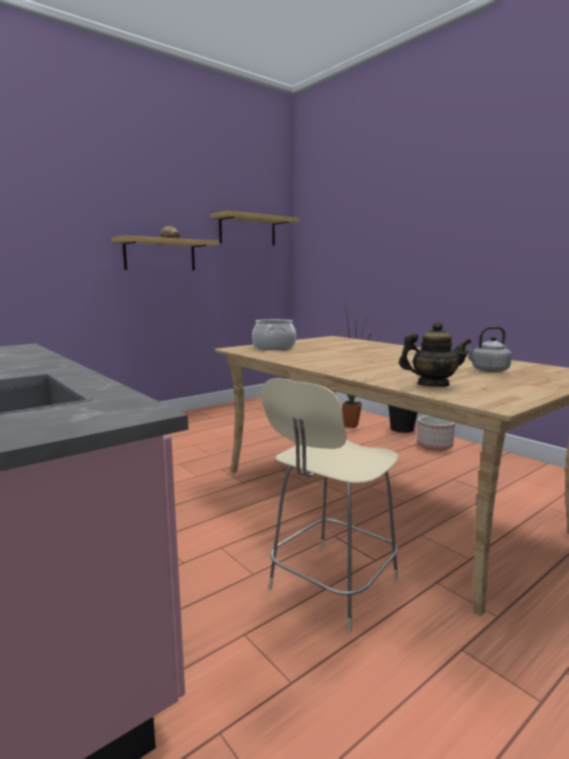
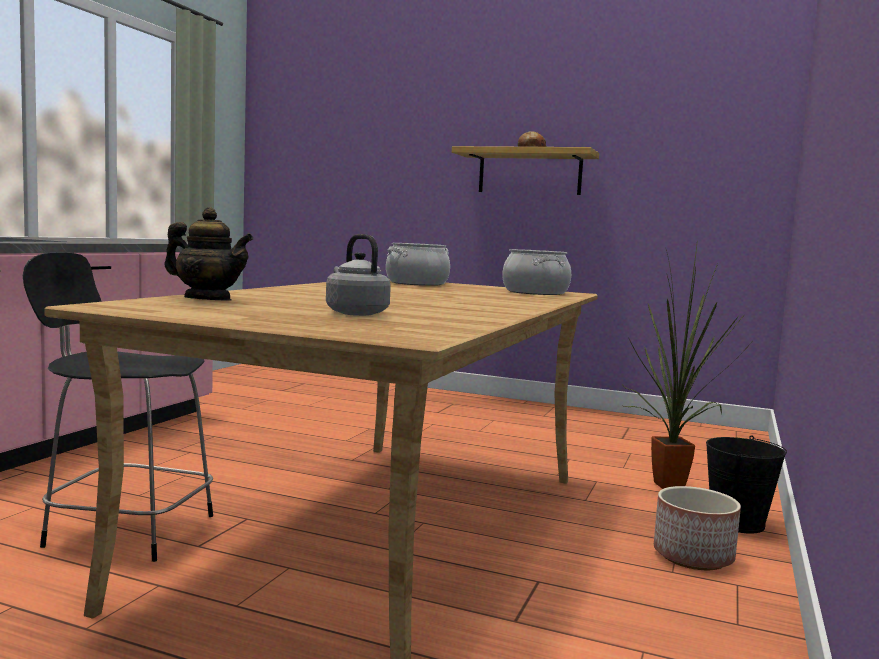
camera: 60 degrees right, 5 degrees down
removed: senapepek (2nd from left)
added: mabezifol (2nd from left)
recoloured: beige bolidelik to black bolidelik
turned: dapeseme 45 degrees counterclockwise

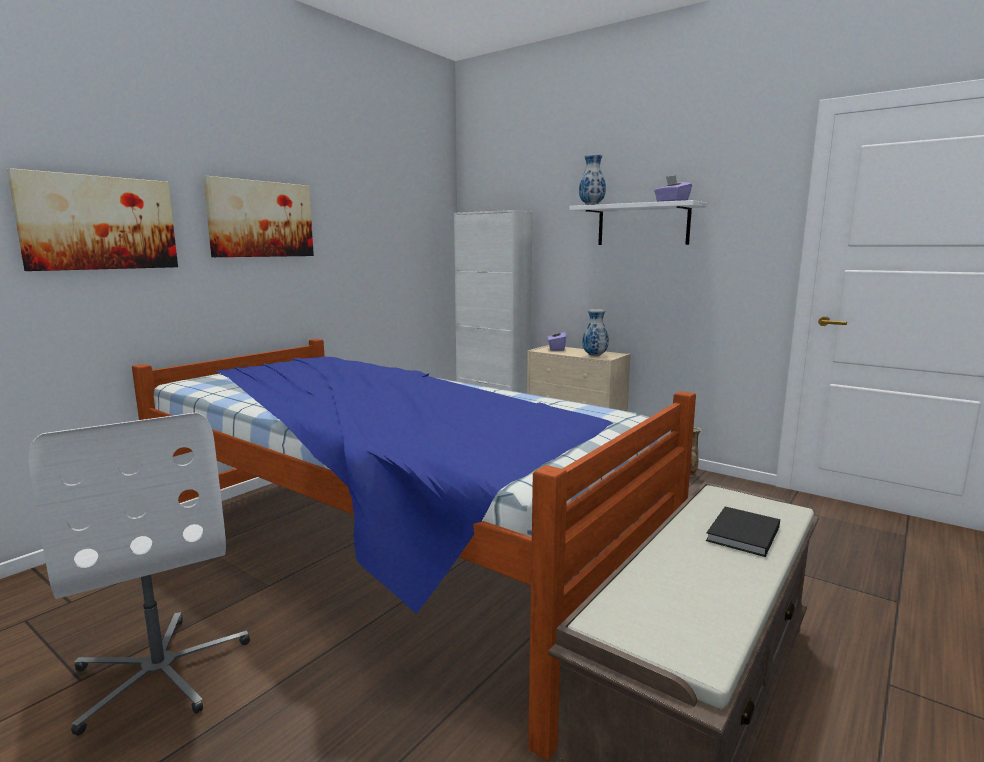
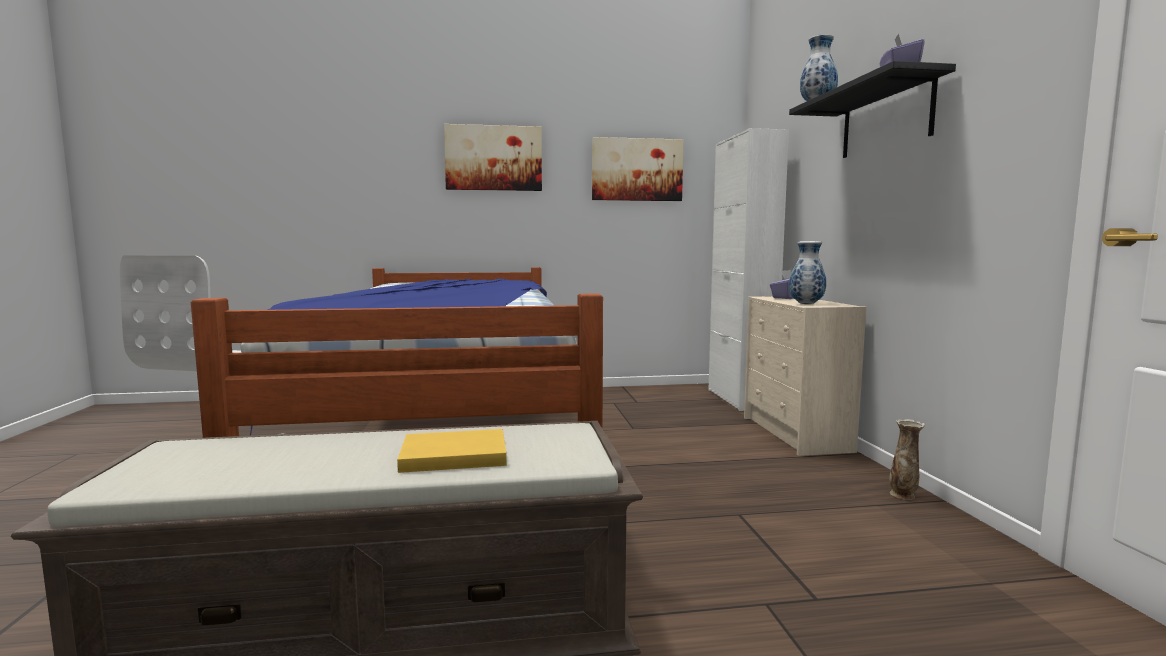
camera: 45 degrees right, 5 degrees down
moved: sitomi (1st from left in the first image) to sitomi (2nd from left)
recoloured: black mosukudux to yellow mosukudux; white senapepek to black senapepek

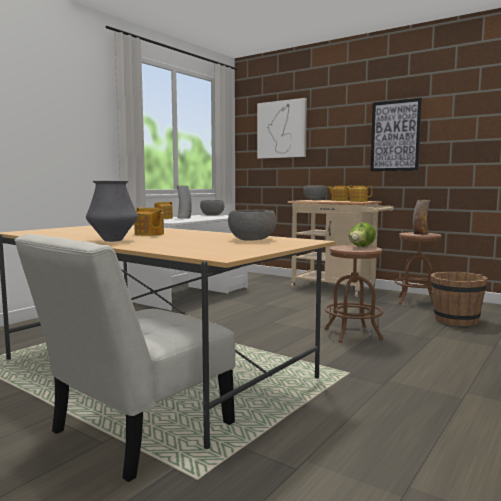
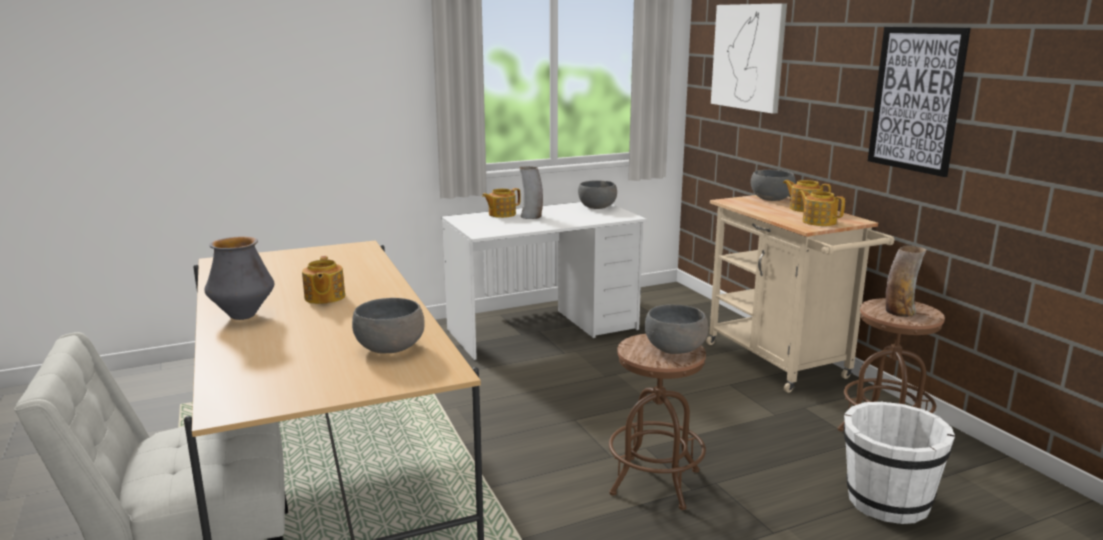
camera: 30 degrees right, 10 degrees up
replaced: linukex to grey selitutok (3rd from left)
recoloured: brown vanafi to white vanafi

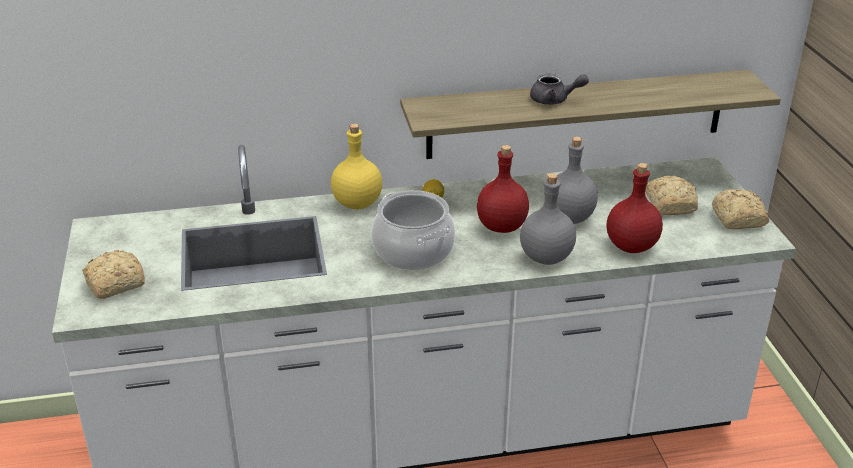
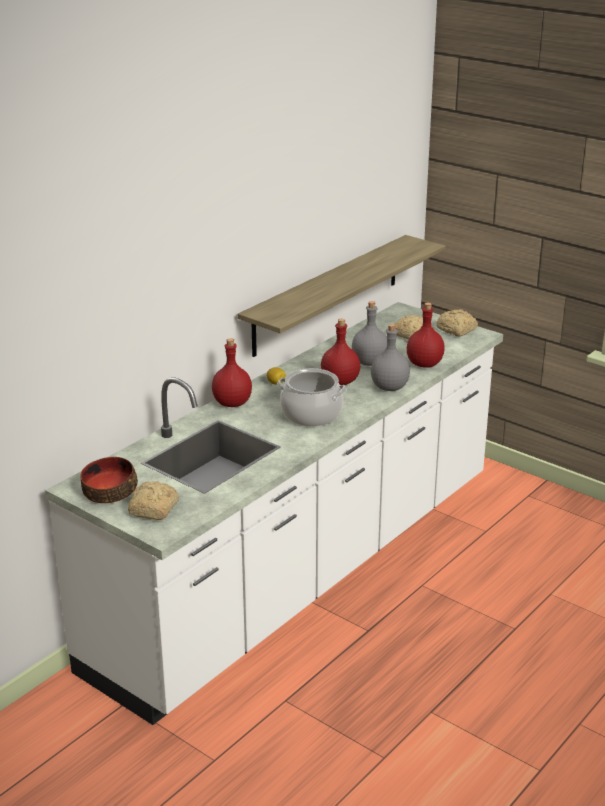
camera: 40 degrees left, 5 degrees down
removed: grey dapeseme
added: selitutok
recoloured: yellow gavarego to red gavarego (1st from left)

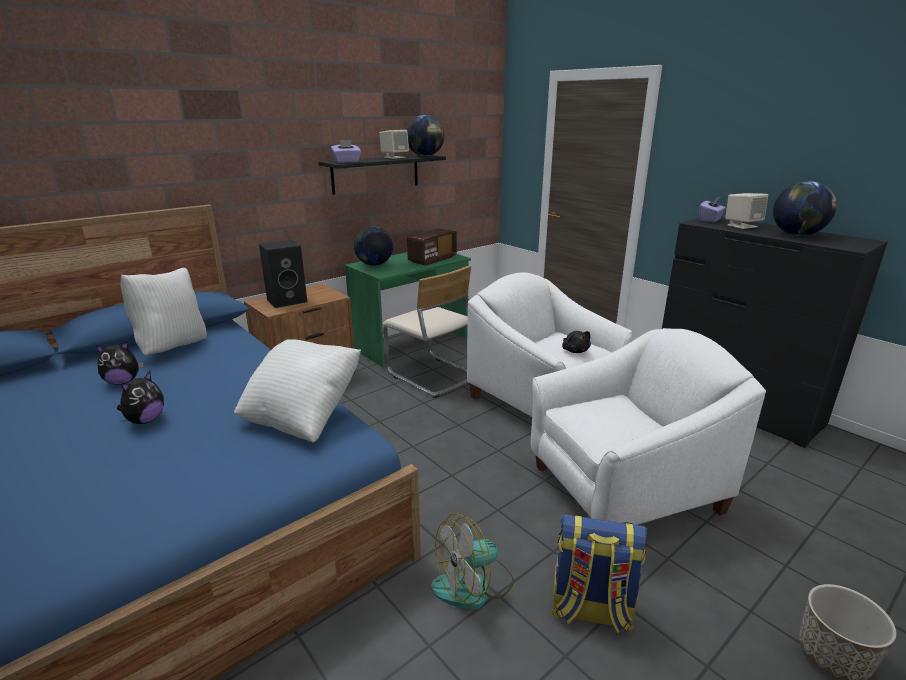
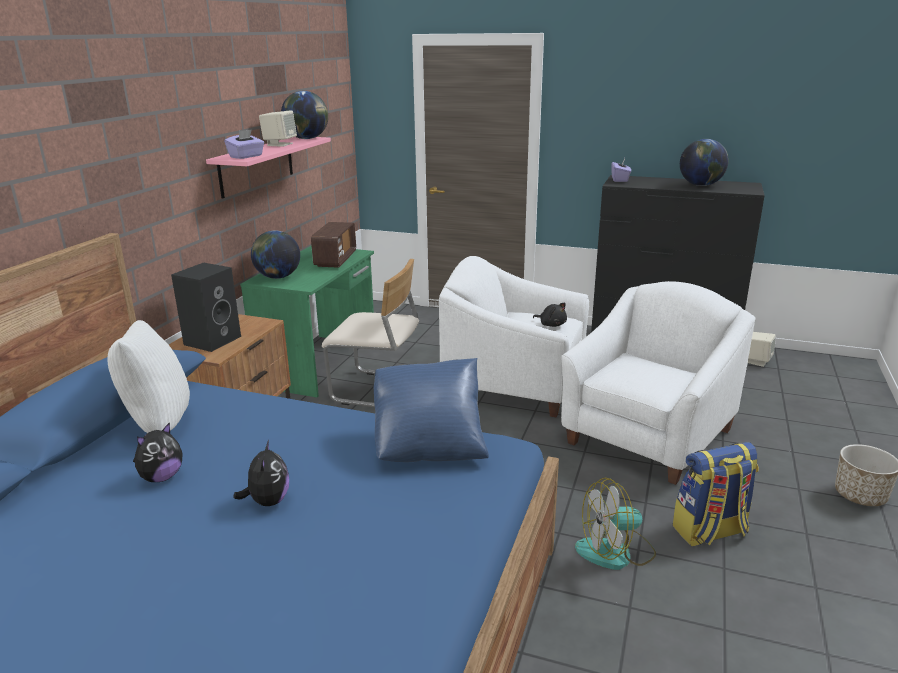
camera: 30 degrees left, 0 degrees up
moved: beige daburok (2nd from left)
recoloured: black senapepek to pink senapepek; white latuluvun (2nd from left) to blue latuluvun
turned: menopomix 45 degrees clockwise

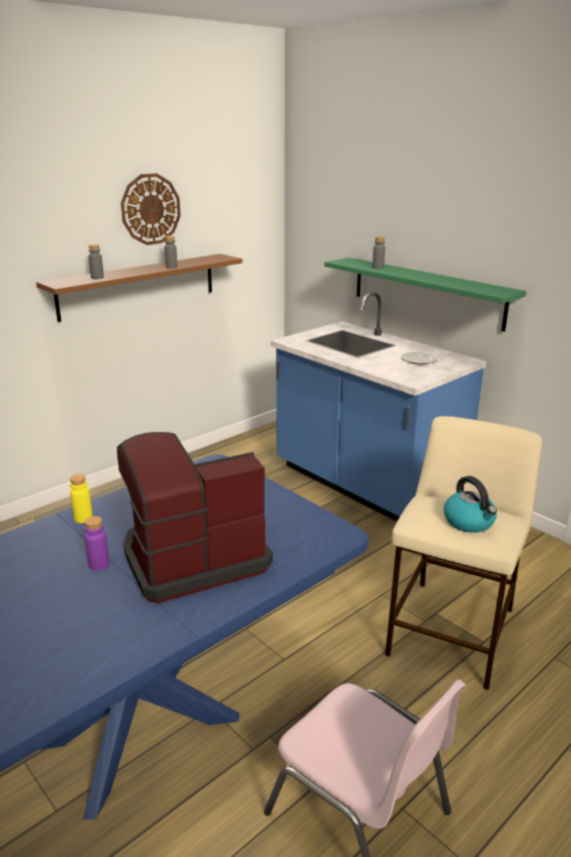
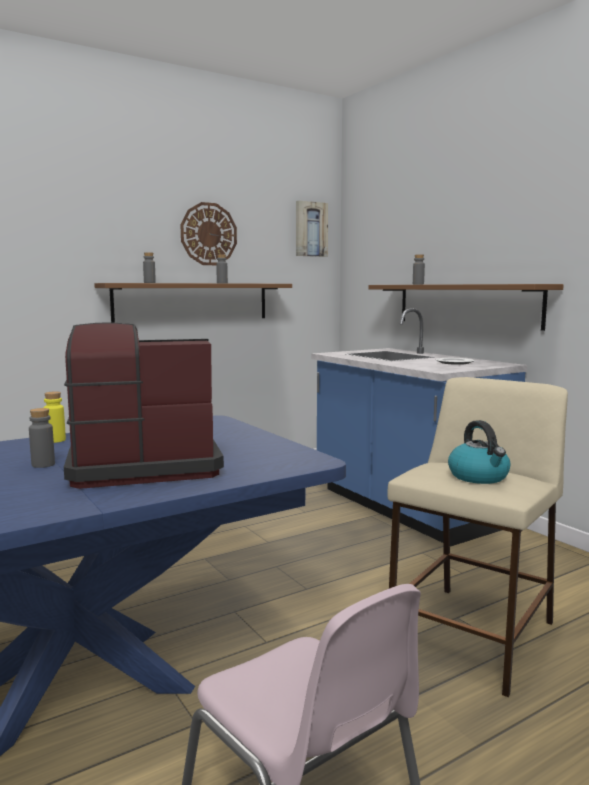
camera: 10 degrees right, 15 degrees down
added: sitomi
recoloured: purple gavarego to grey gavarego (1st from left); green senapepek to brown senapepek (2nd from left)

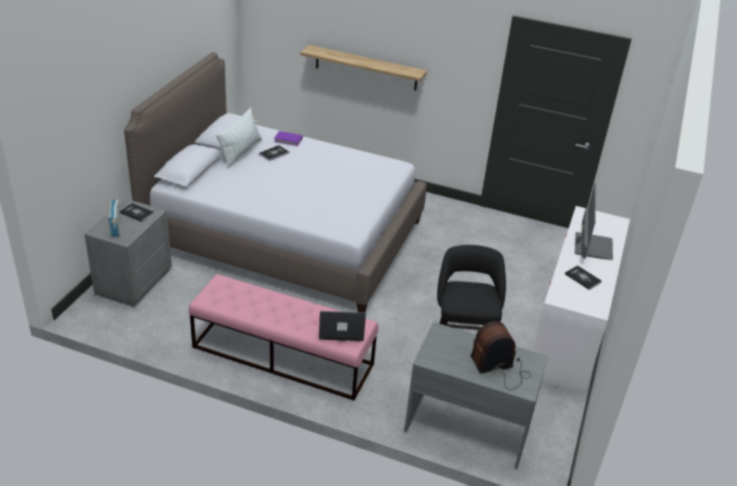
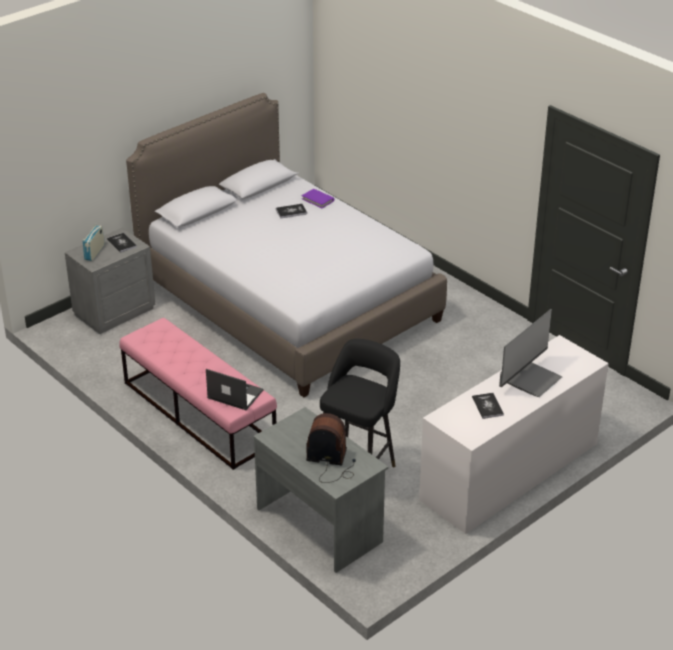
camera: 30 degrees right, 0 degrees up
removed: latuluvun; senapepek

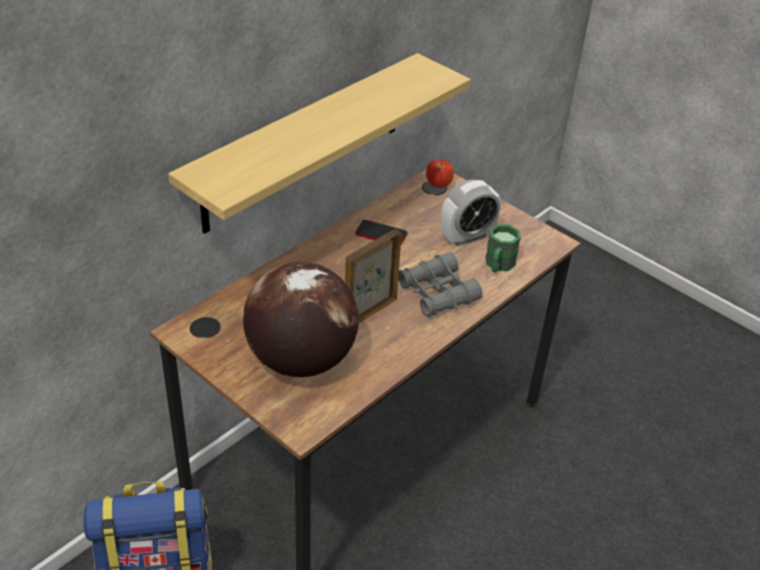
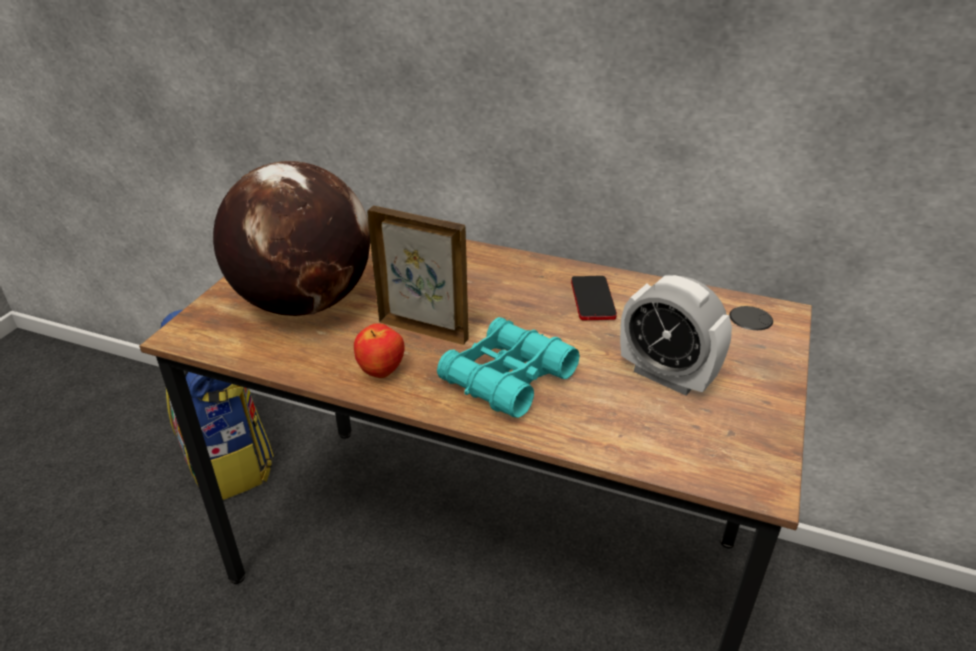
camera: 70 degrees right, 5 degrees down
removed: senapepek; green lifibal
moved: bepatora
recoloured: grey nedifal to turquoise nedifal

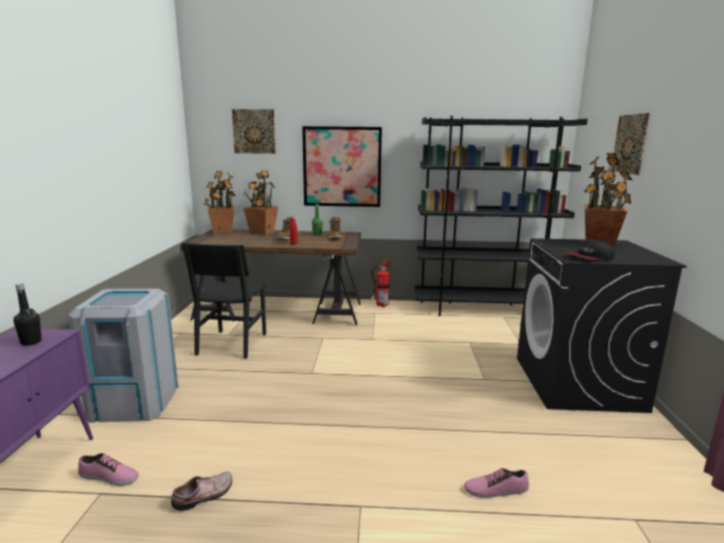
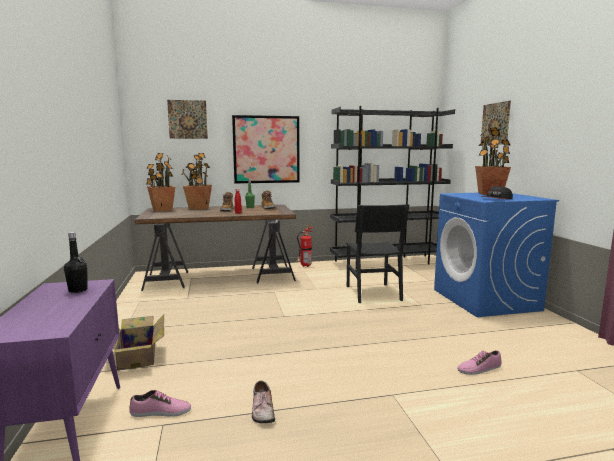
camera: 15 degrees left, 5 degrees down
moved: black bolidelik
replaced: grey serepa to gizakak
recoloured: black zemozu to blue zemozu
turned: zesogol (2nd from left) 135 degrees clockwise

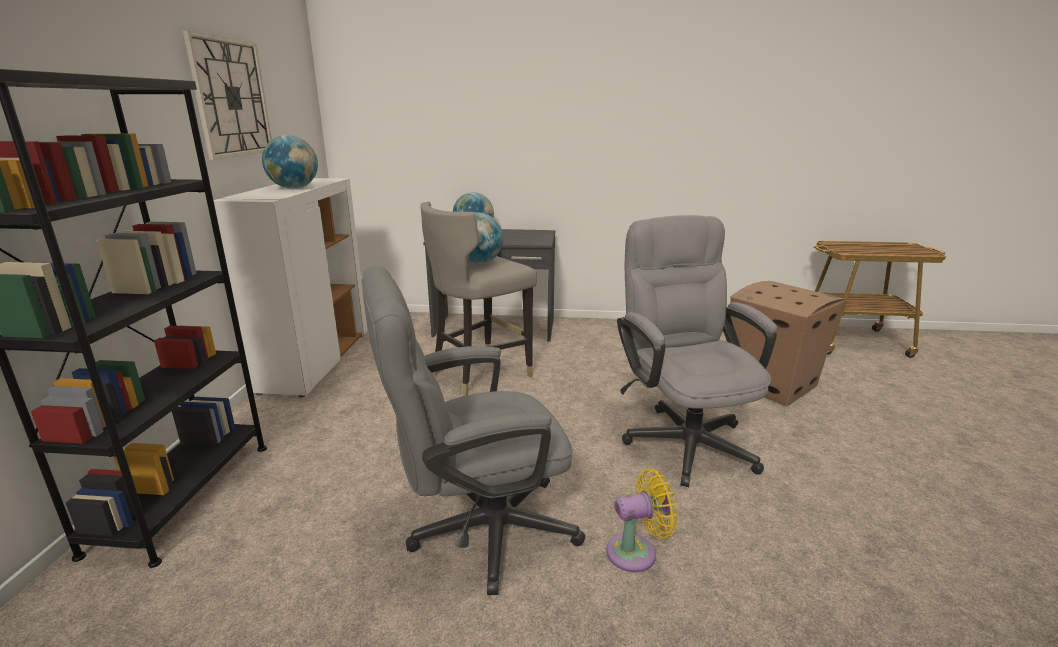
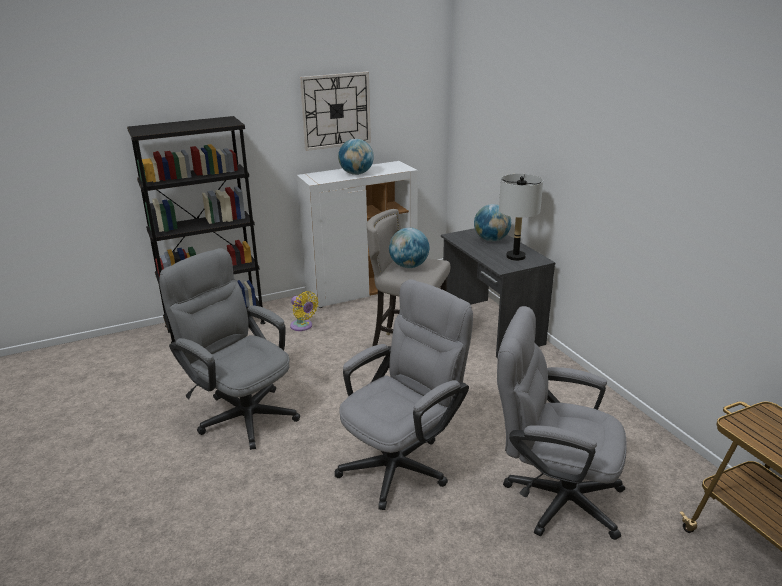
camera: 60 degrees right, 5 degrees up
added: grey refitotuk
moved: yellow menopomix
replaced: gizakak to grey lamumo (3rd from left)

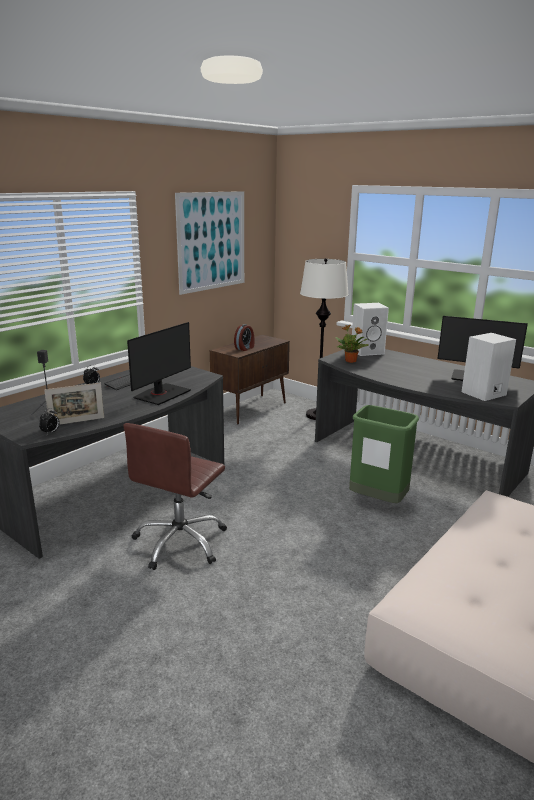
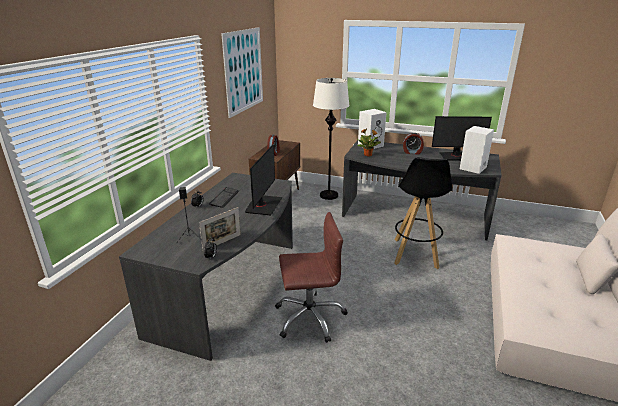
camera: 20 degrees left, 5 degrees up
added: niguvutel (4th from left)
replaced: green serepa to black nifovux
turned: brown lamumo 105 degrees counterclockwise

